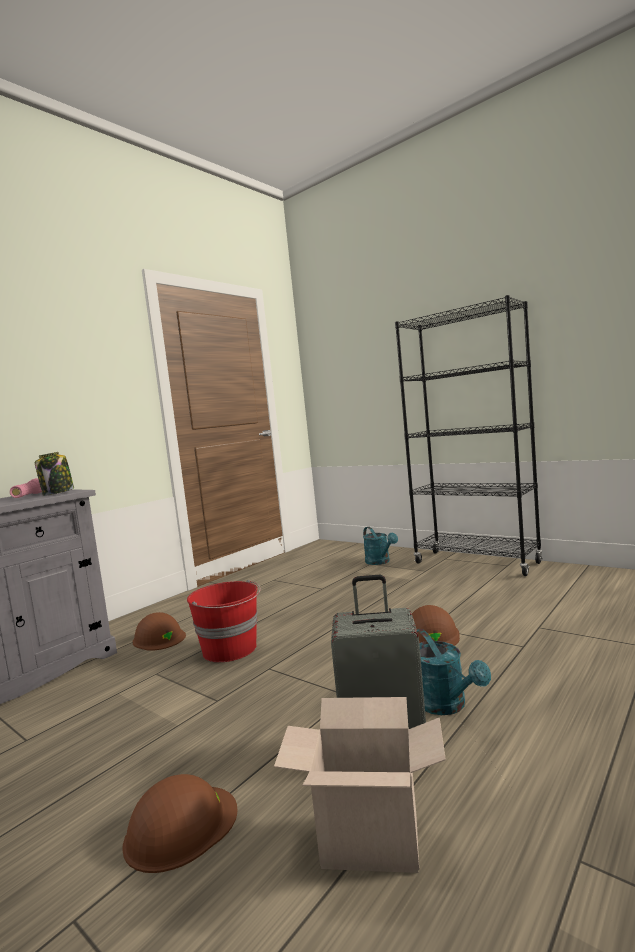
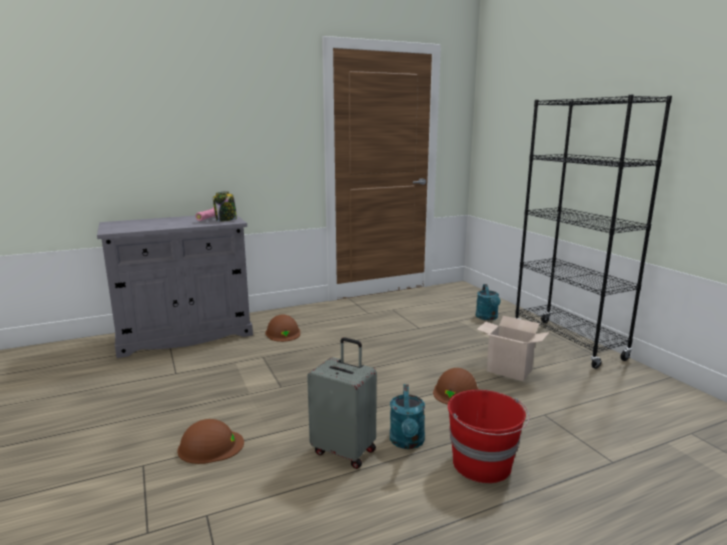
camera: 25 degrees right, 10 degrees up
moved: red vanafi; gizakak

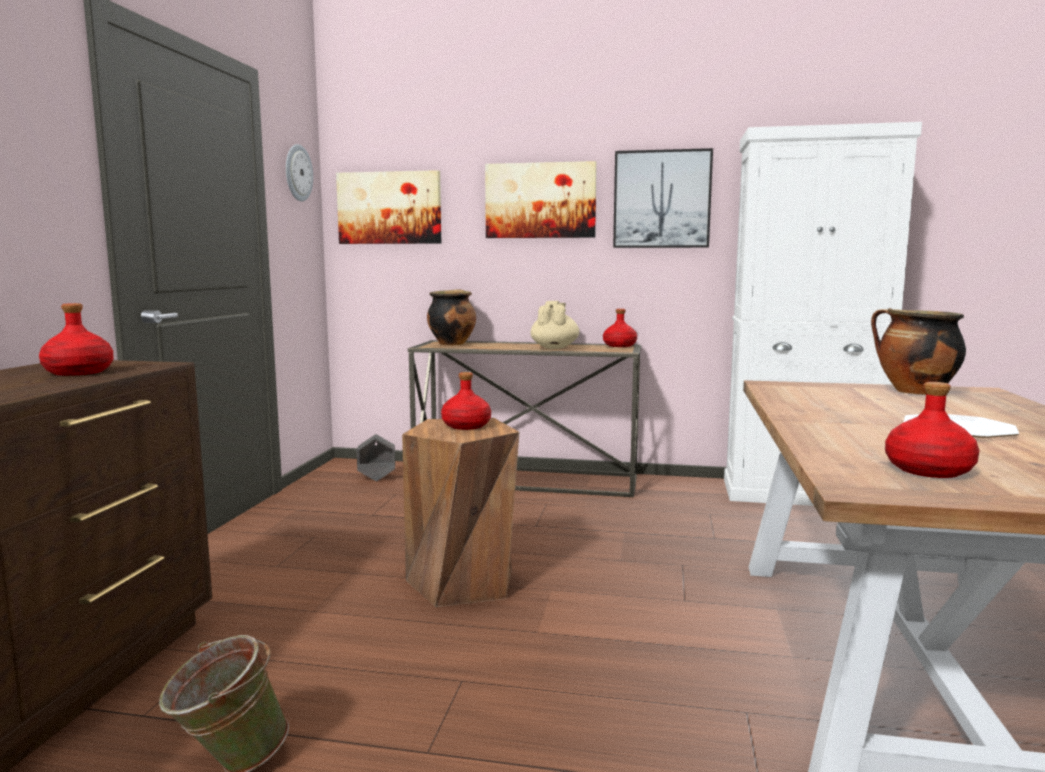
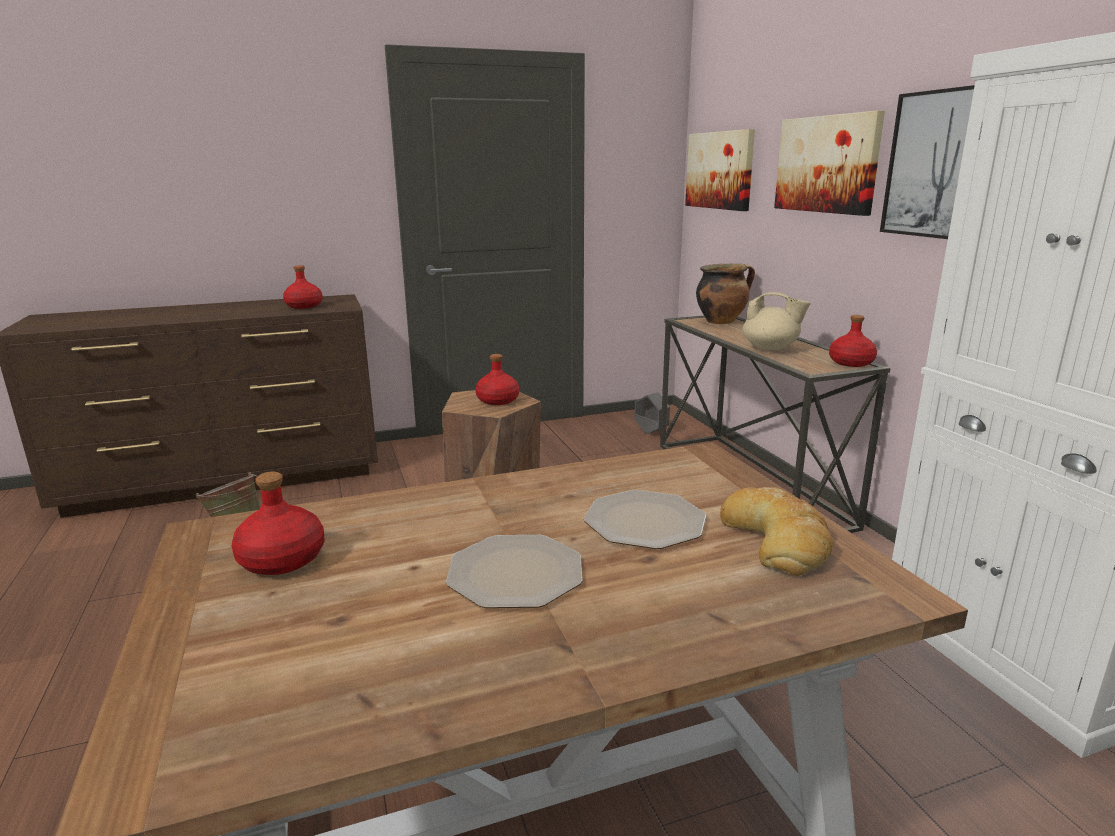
camera: 60 degrees right, 10 degrees up
removed: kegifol
added: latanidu (2nd from left)
replaced: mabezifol (2nd from left) to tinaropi
turned: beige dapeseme 45 degrees clockwise

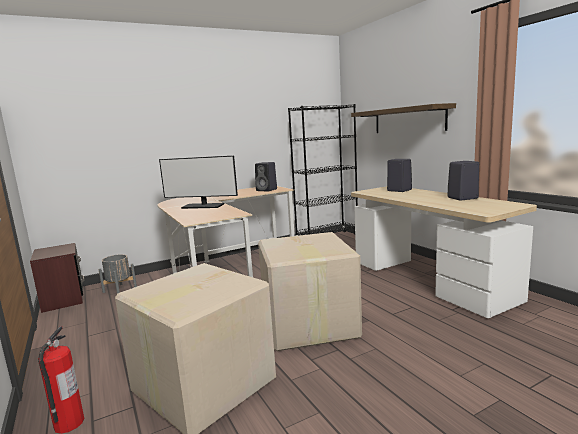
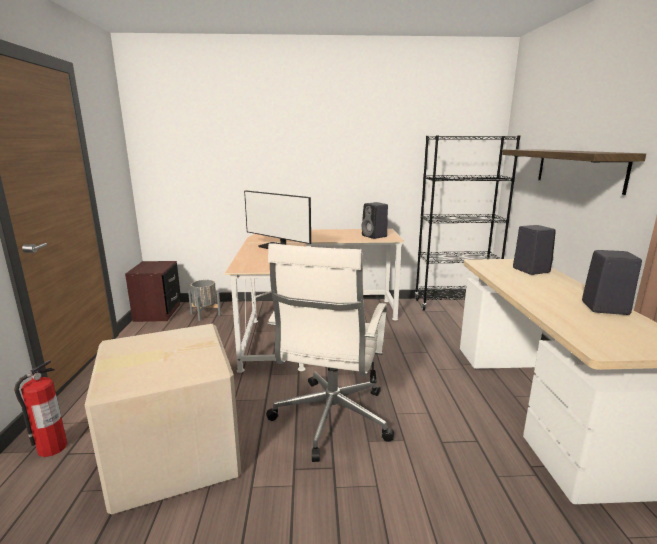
camera: 25 degrees right, 5 degrees up
replaced: gizakak (2nd from left) to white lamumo

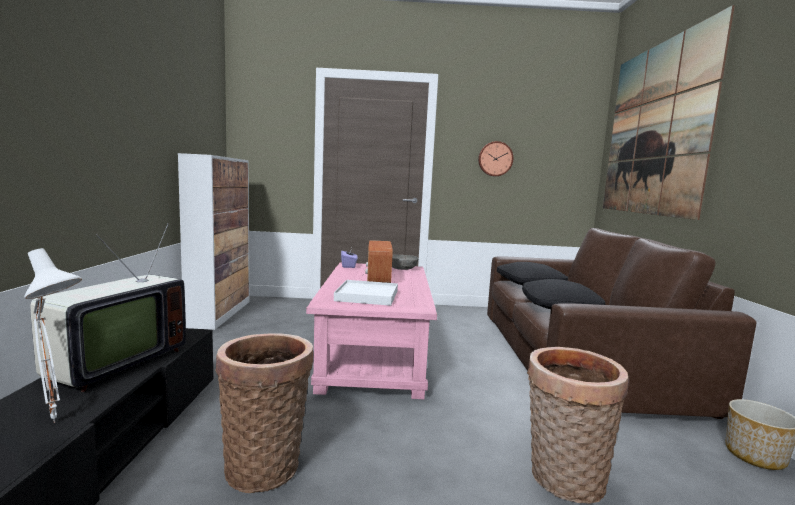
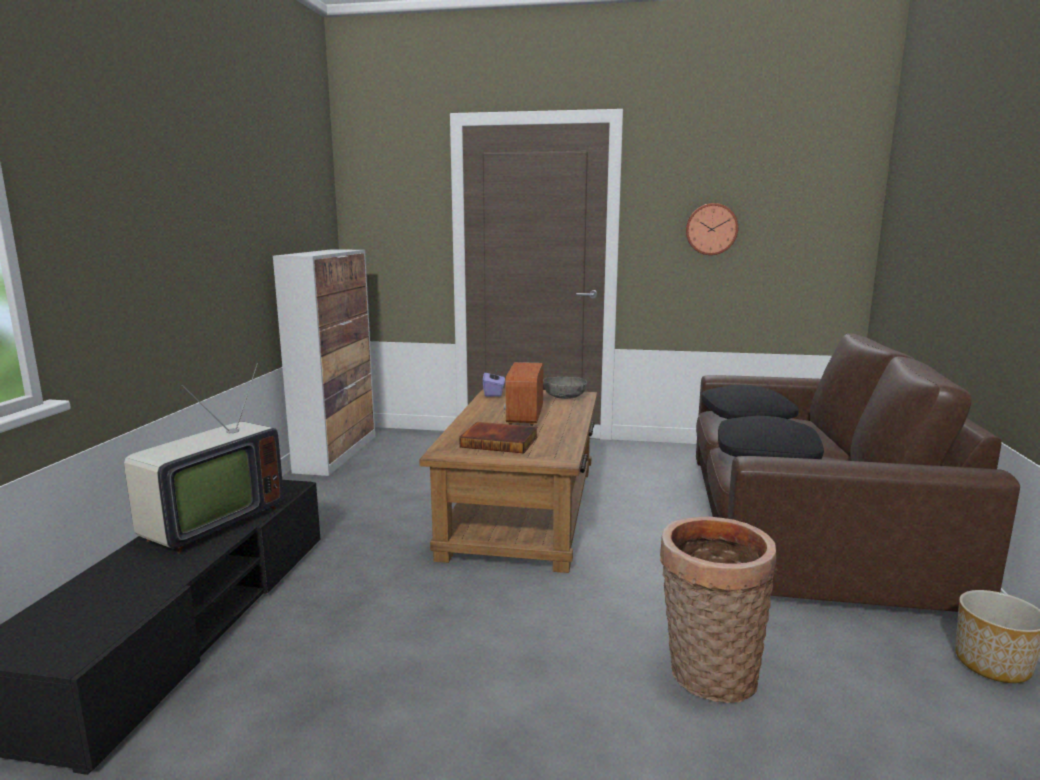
camera: 10 degrees right, 5 degrees up
removed: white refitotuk; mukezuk (1st from left); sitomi
replaced: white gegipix to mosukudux
recoloured: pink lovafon to brown lovafon

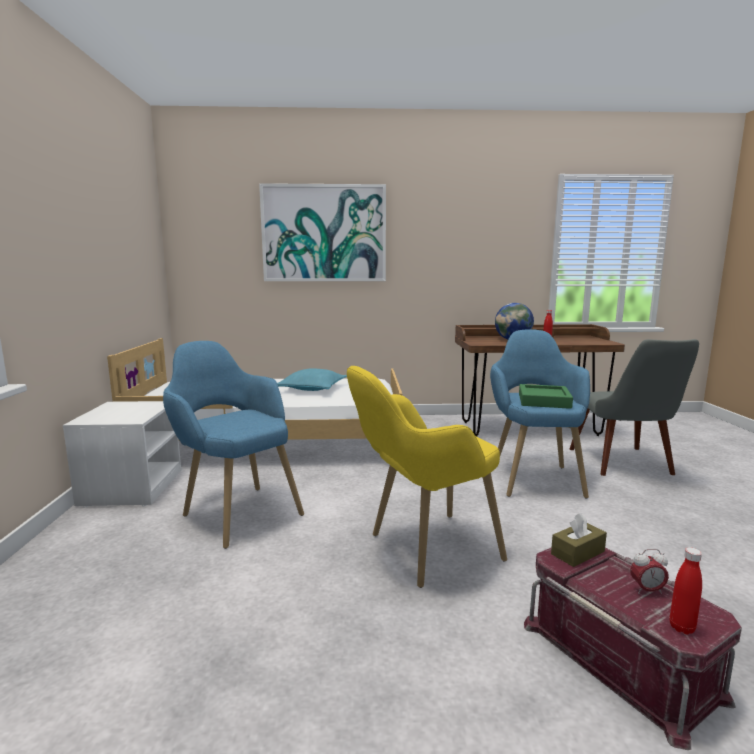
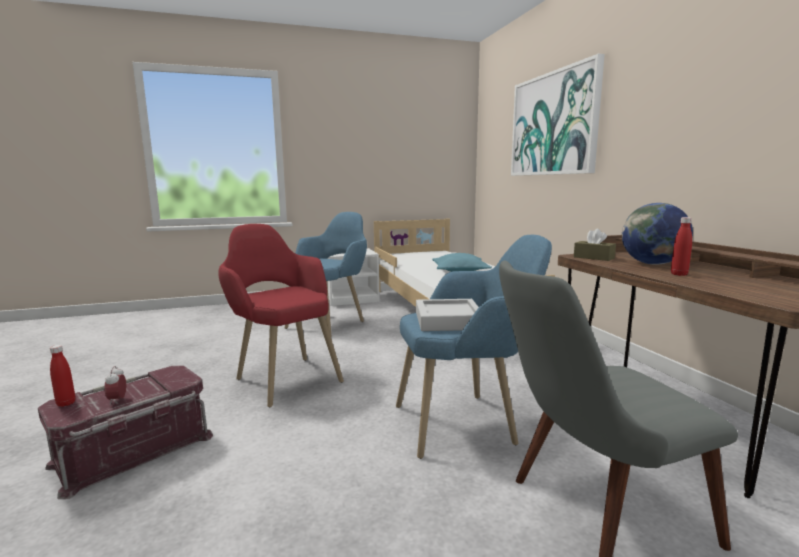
camera: 75 degrees right, 0 degrees up
moved: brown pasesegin
recoloured: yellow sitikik to red sitikik; green gegipix to grey gegipix

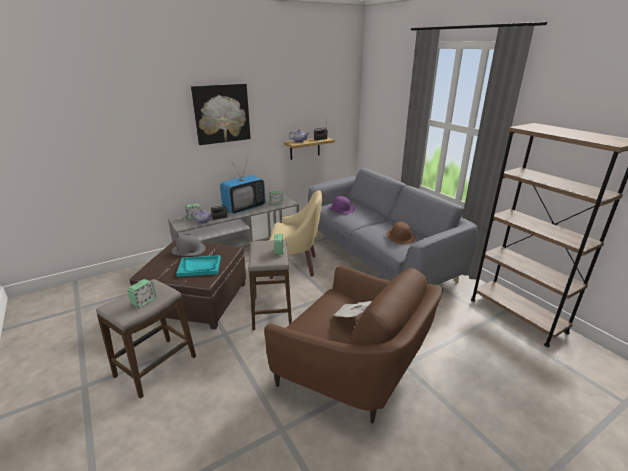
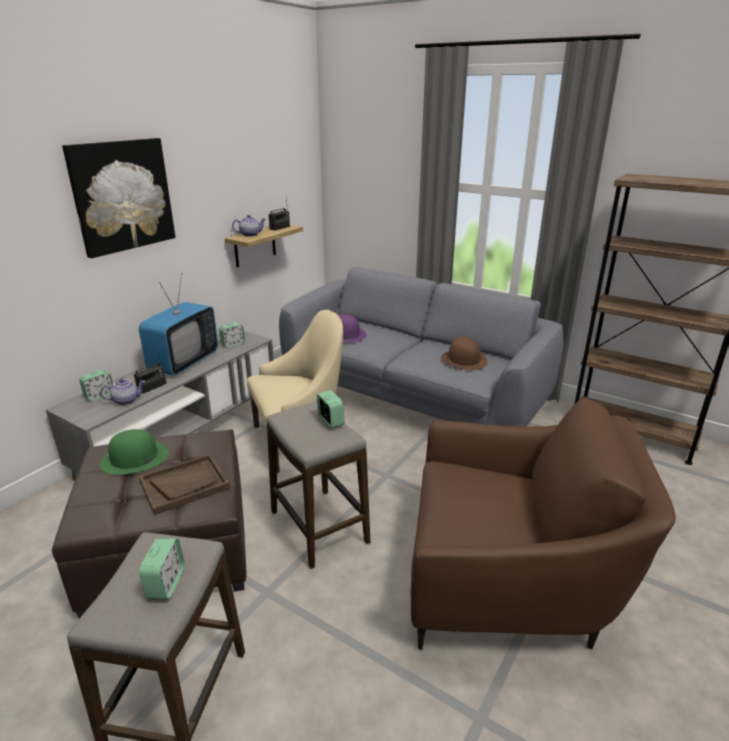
camera: 25 degrees left, 0 degrees up
removed: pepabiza
recoloured: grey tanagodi to green tanagodi; turquoise gegipix to brown gegipix

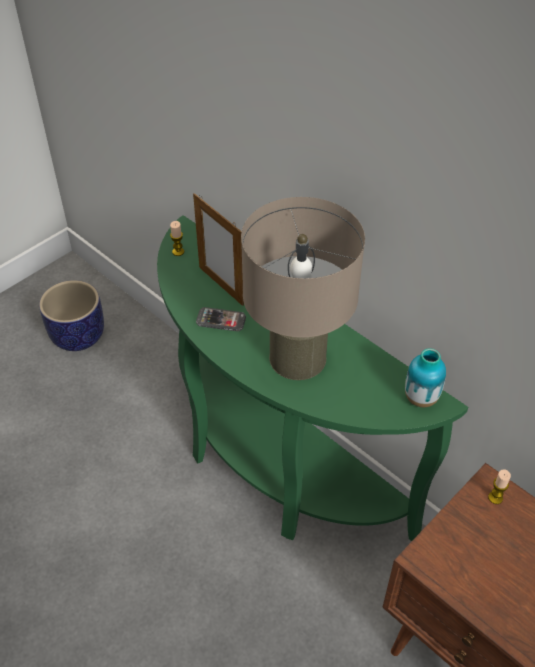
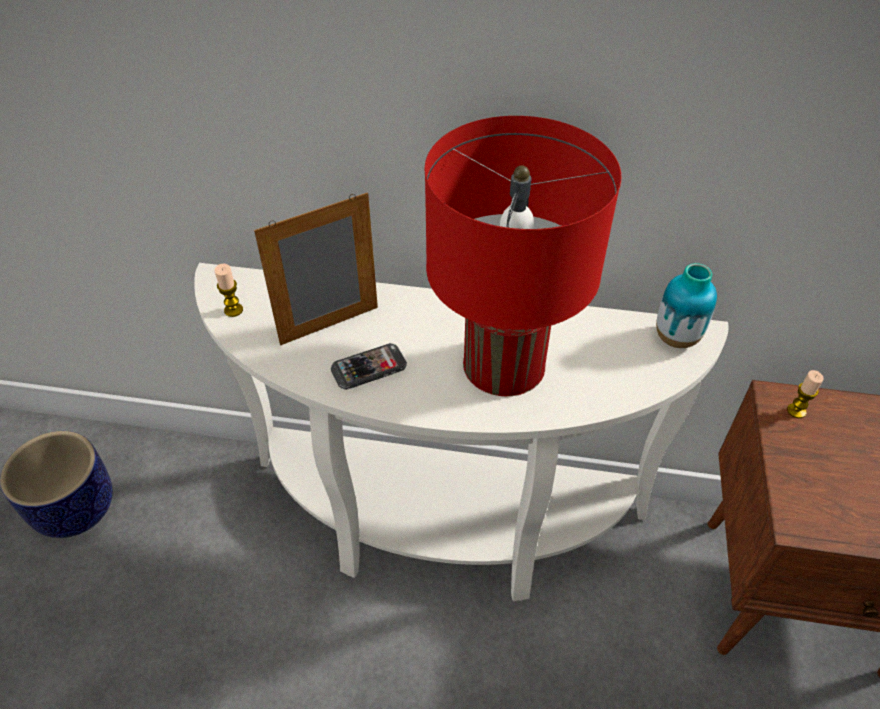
camera: 35 degrees left, 0 degrees up
recoloured: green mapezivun to white mapezivun; beige refitotuk to red refitotuk
turned: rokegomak 135 degrees clockwise

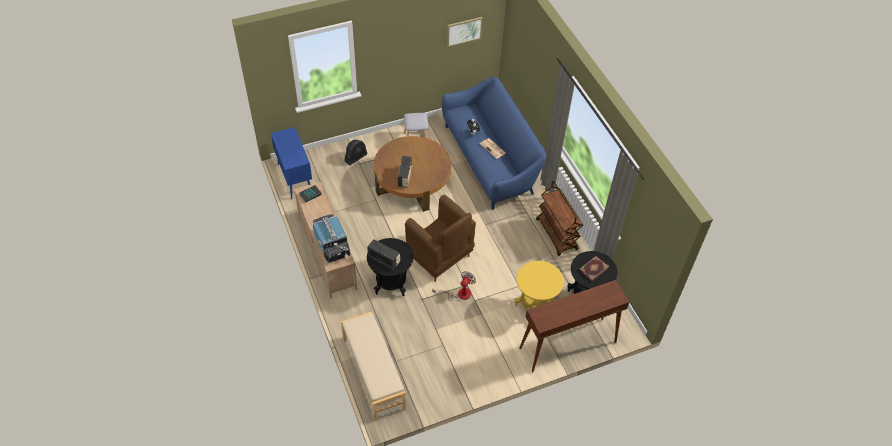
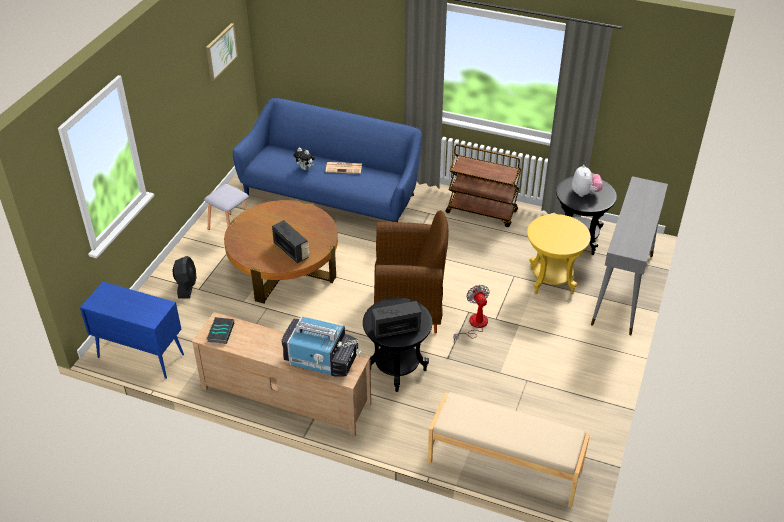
camera: 45 degrees left, 10 degrees down
replaced: mosukudux (2nd from left) to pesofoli (2nd from left)
recoloured: brown mapezivun to grey mapezivun

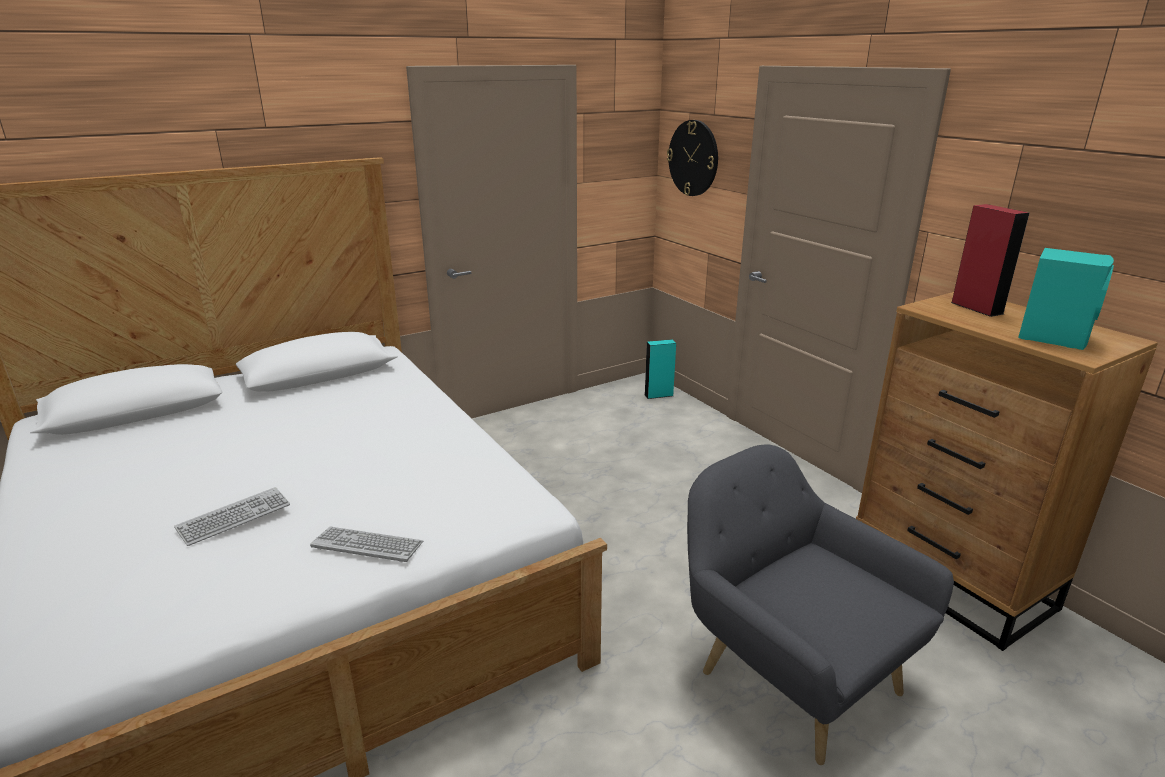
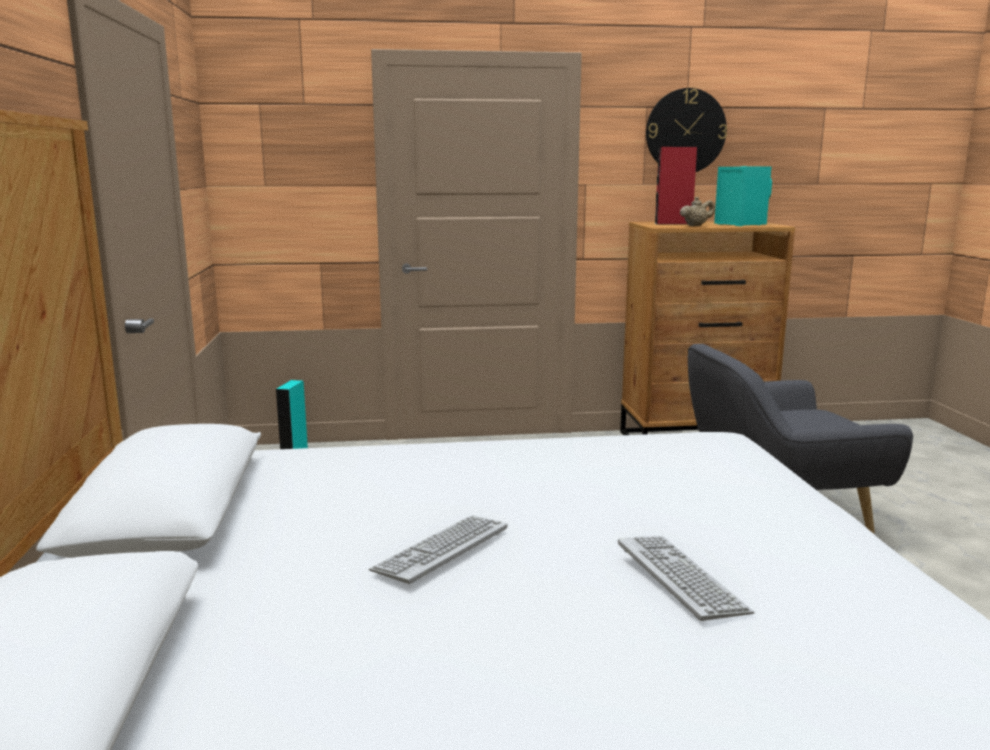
camera: 65 degrees left, 10 degrees down
added: beige dapeseme
moved: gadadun (2nd from left in the first image) to gadadun (1st from left); kegifol

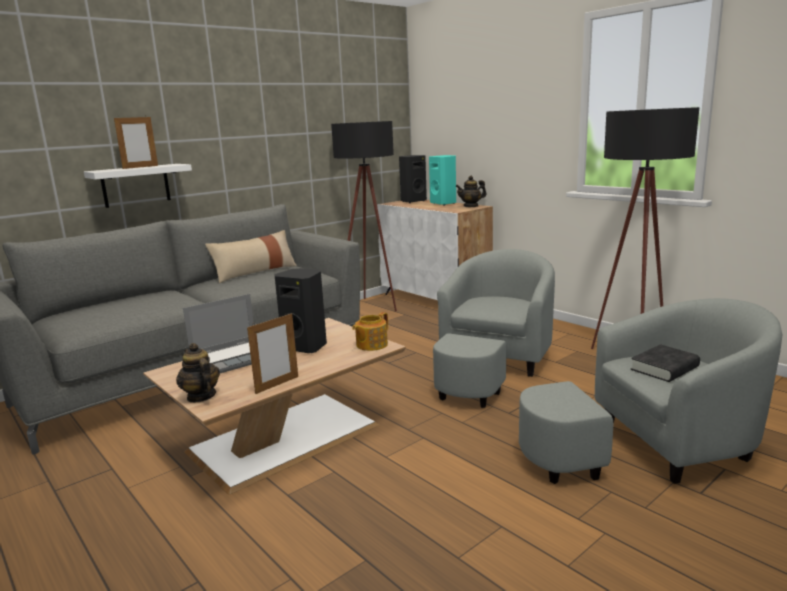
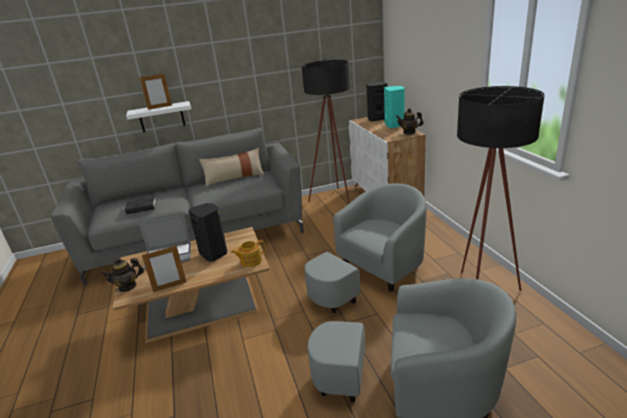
camera: 25 degrees right, 10 degrees up
moved: black mosukudux
turned: dapeseme (1st from left) 105 degrees counterclockwise

